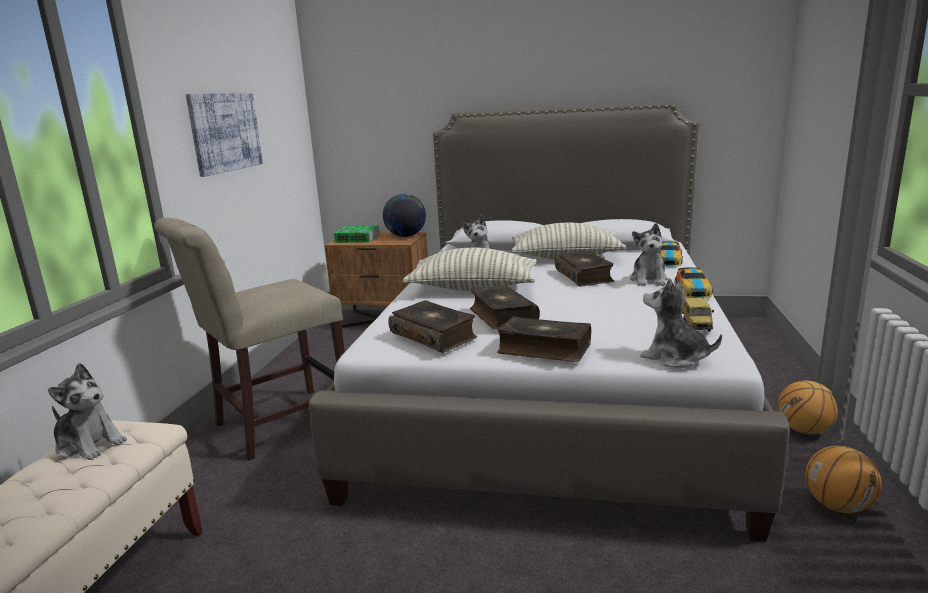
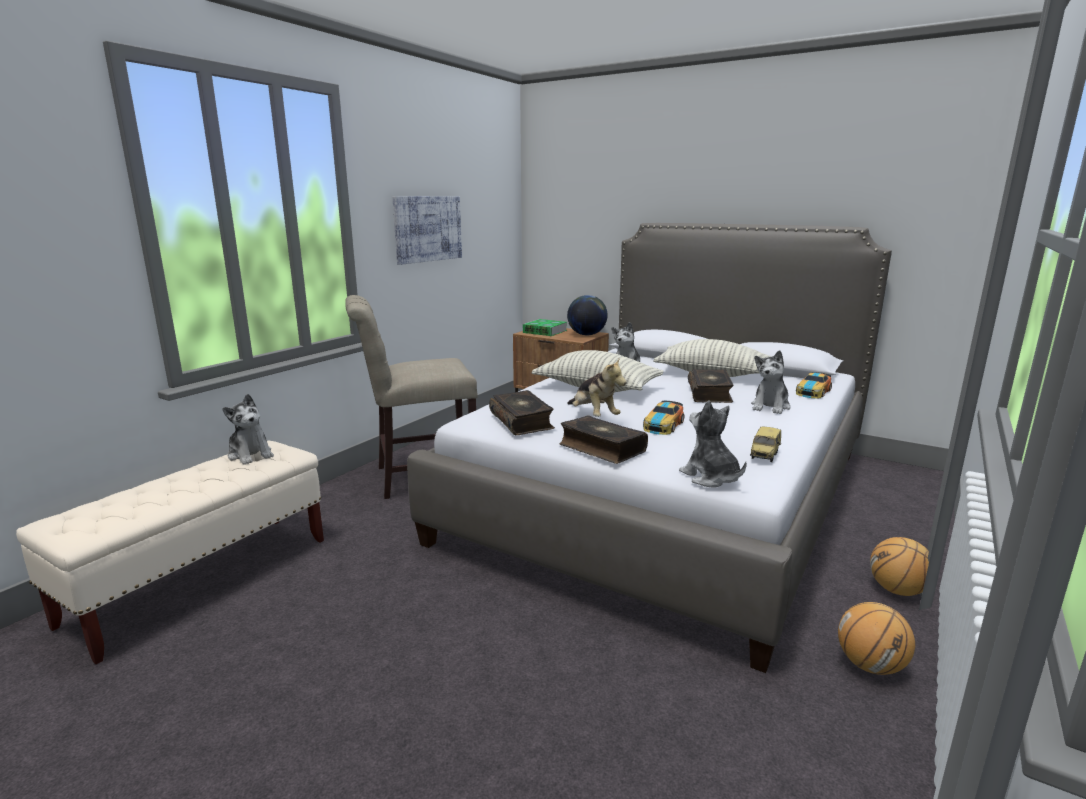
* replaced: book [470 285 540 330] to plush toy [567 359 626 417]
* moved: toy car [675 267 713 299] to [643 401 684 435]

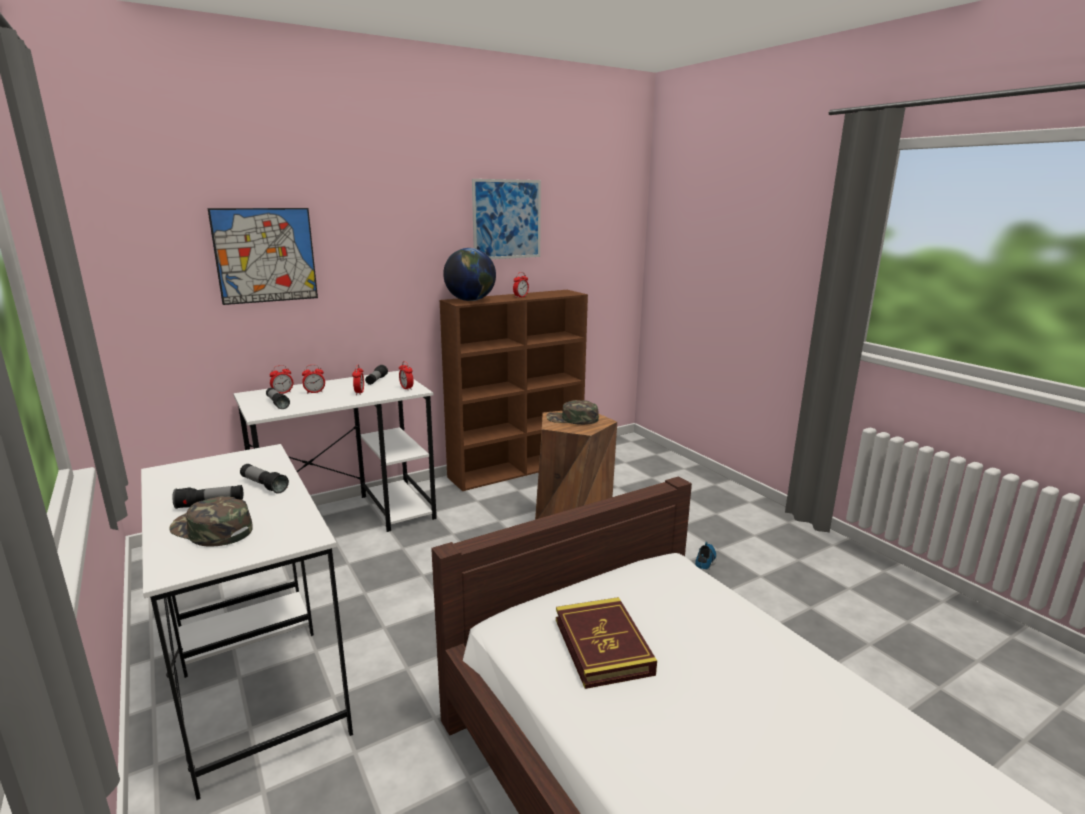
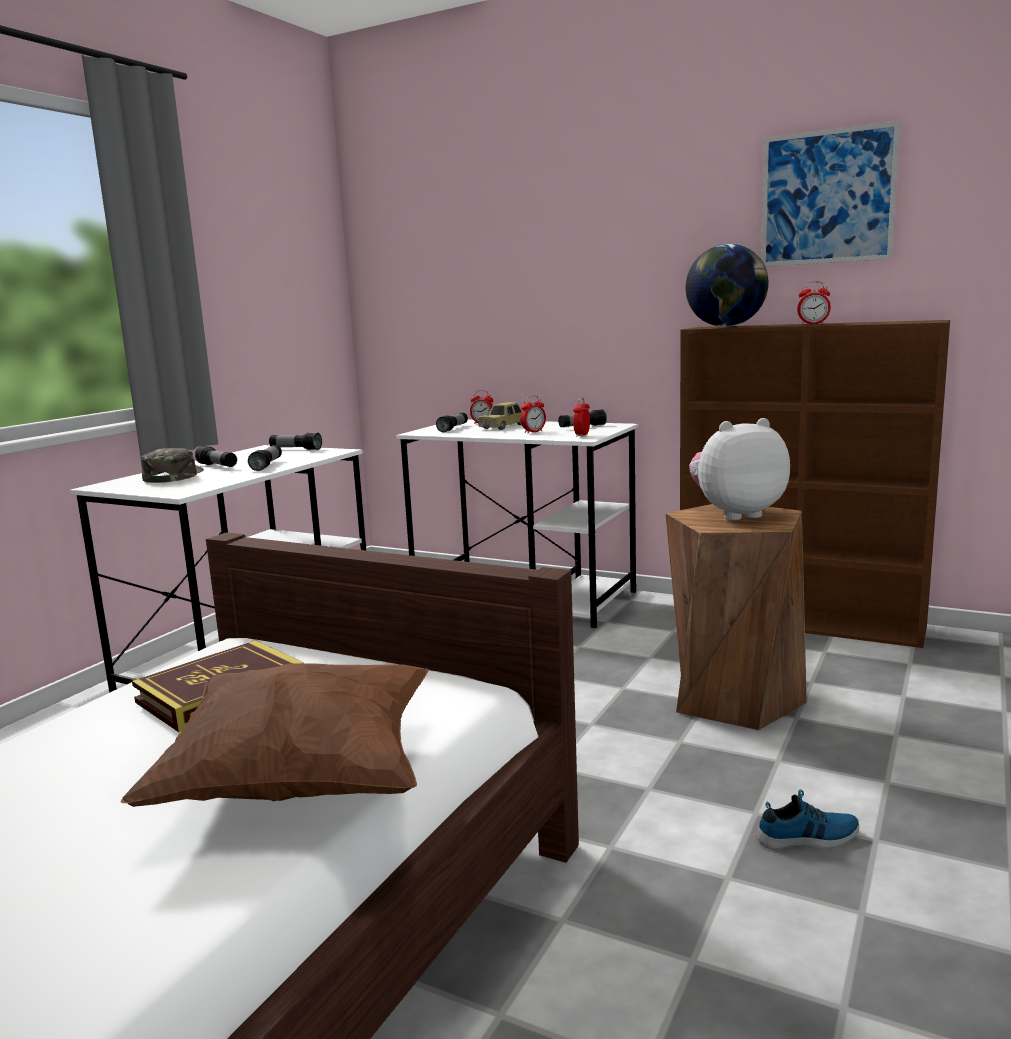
* added: brown pillow [120 663 429 807]
* added: flashlight [269 433 322 450]
* replaced: alarm clock [302 365 325 394] to toy car [478 402 522 430]
* replaced: green cap [546 400 599 425] to plush toy [689 418 790 520]
* removed: picture [207 208 318 305]

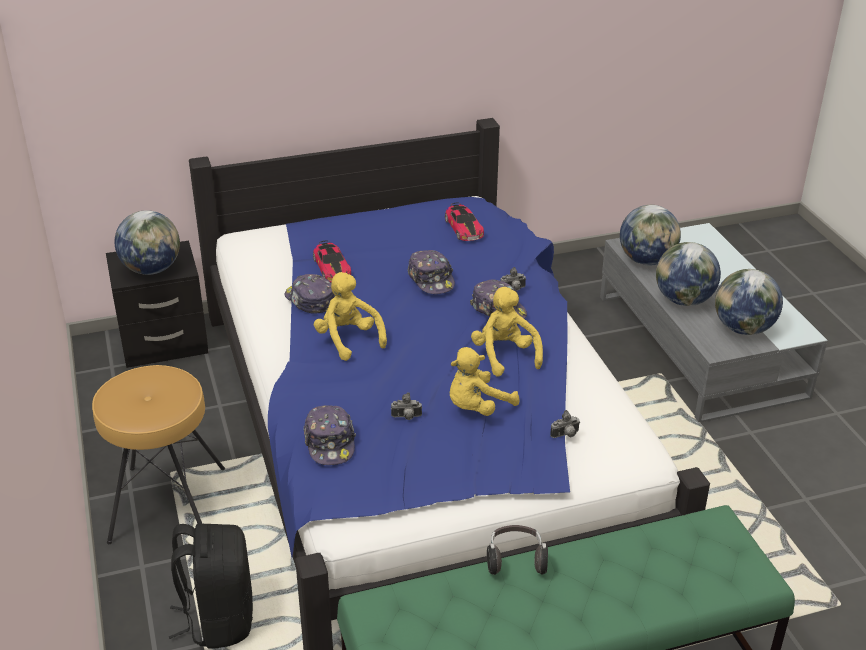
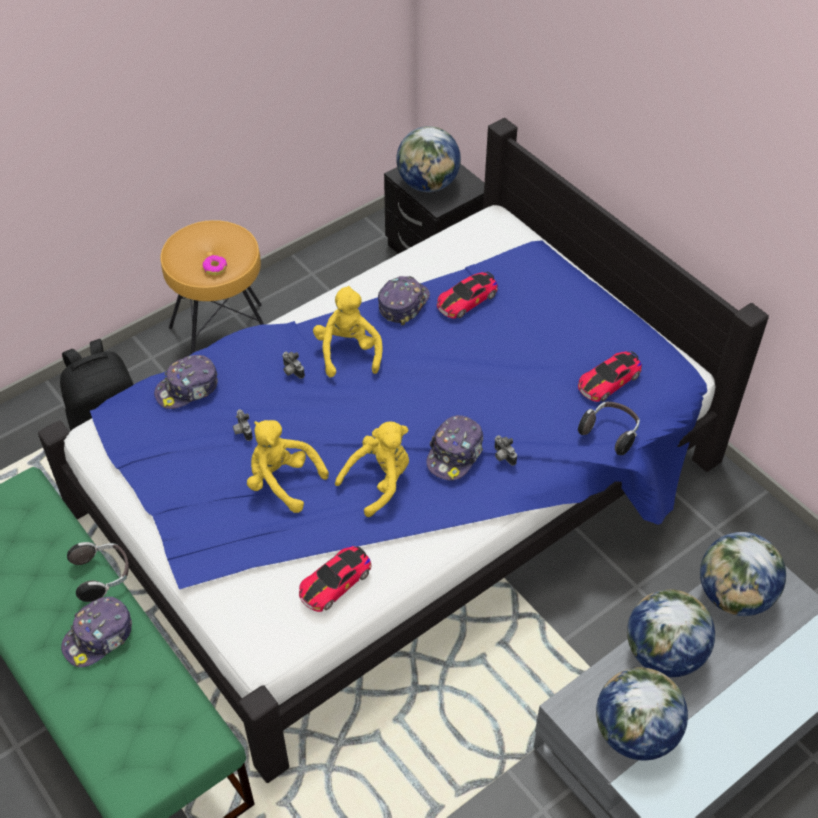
* moved: cap [407 250 455 294] to [61 597 132 667]
* added: donut [202 255 227 275]
* moved: photo camera [550 410 580 438] to [282 352 305 379]
* added: toy car [299 546 371 612]
* turned: yellow plush toy [314 272 387 361] = [313 286 383 378] 45 degrees counterclockwise
* added: headphones [578 402 640 455]

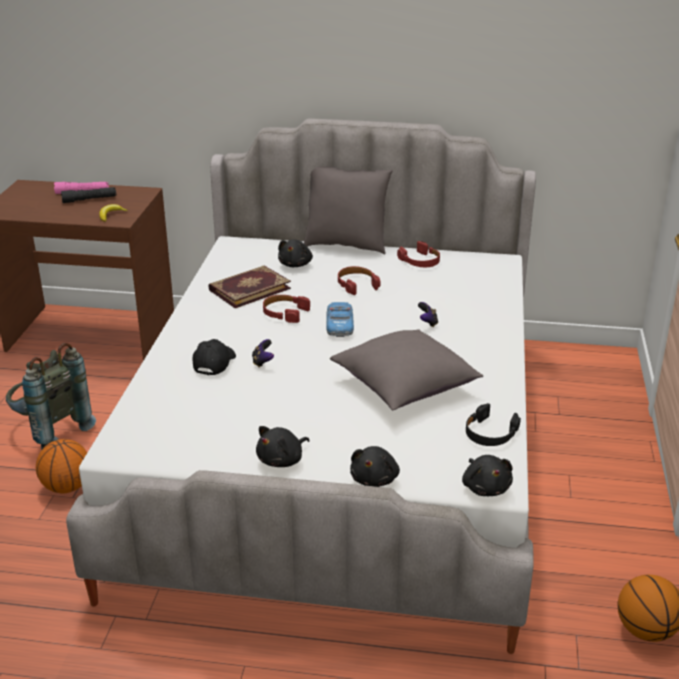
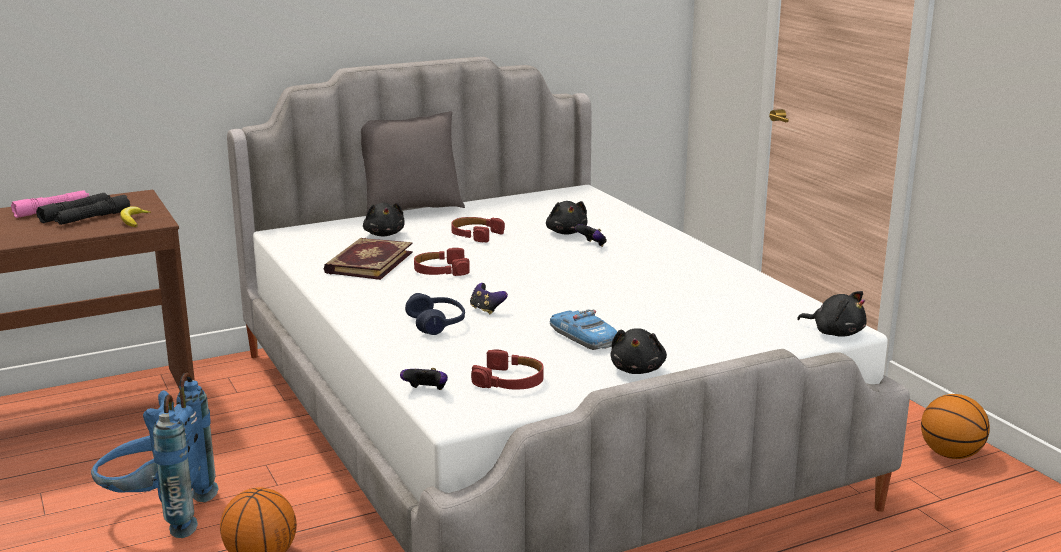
* added: black flashlight [54 195 130 225]
* recoloured: grey backpack [6 343 96 450] to blue backpack [91 373 219 538]
* added: game controller [400 368 448 390]
* replaced: black cap [193 339 236 375] to blue headphones [405 293 465 335]
* moved: red headphones [397 241 440 267] to [471 349 544 390]
* moved: black plush toy [350 446 400 487] to [546 201 587 235]
* moved: toy car [326 302 354 337] to [550 309 617 350]
* removed: grey pillow [330 329 483 410]
* removed: black headphones [466 403 521 446]

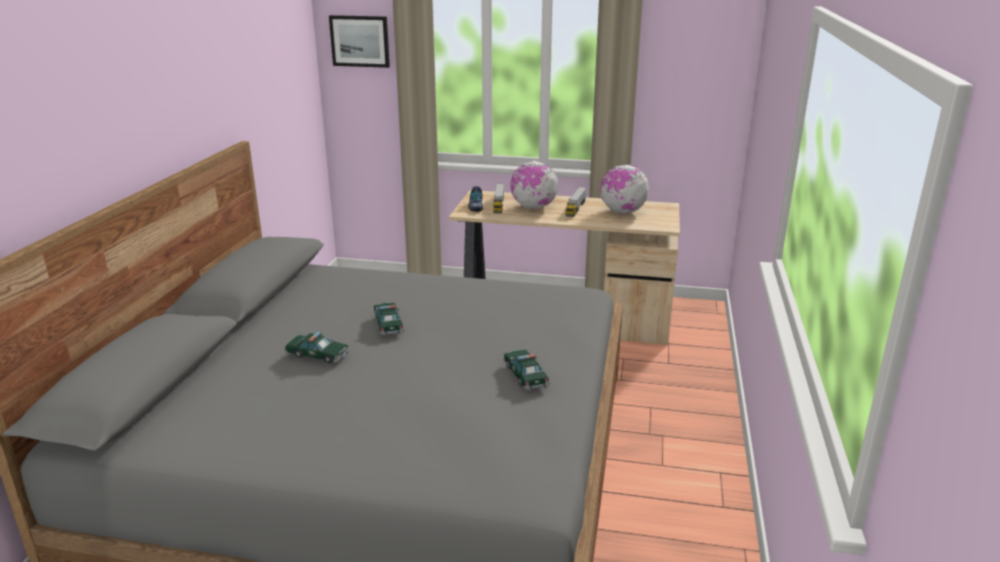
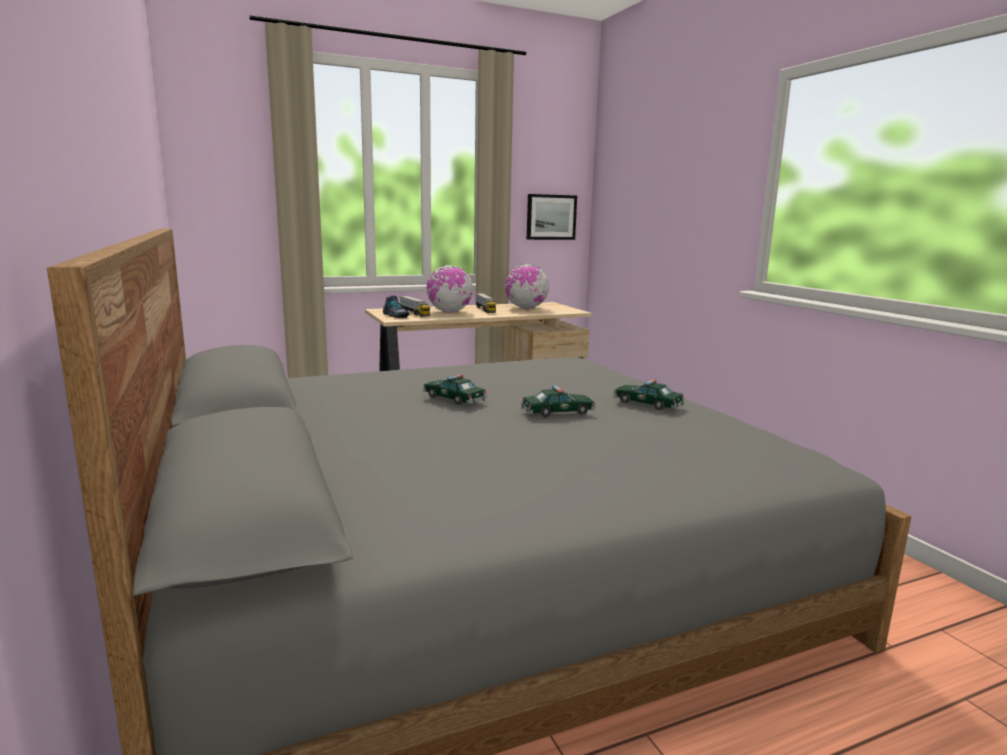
* moved: toy car [285 332 350 364] to [521 385 595 417]
* moved: picture [329 15 390 68] to [527 194 577 240]

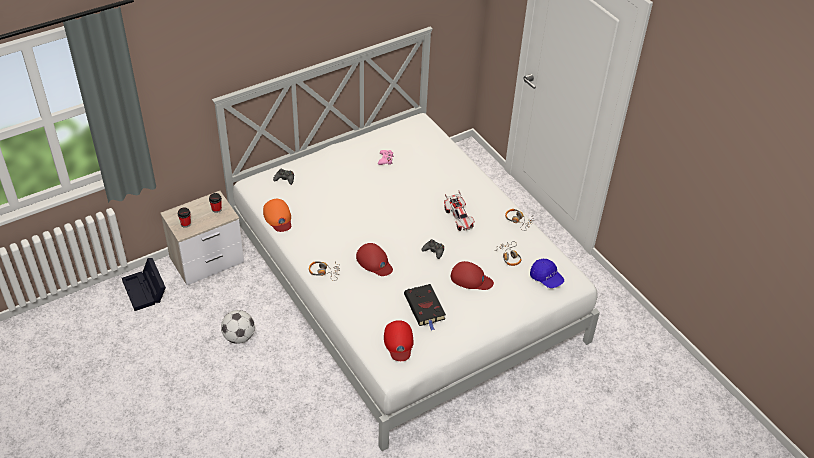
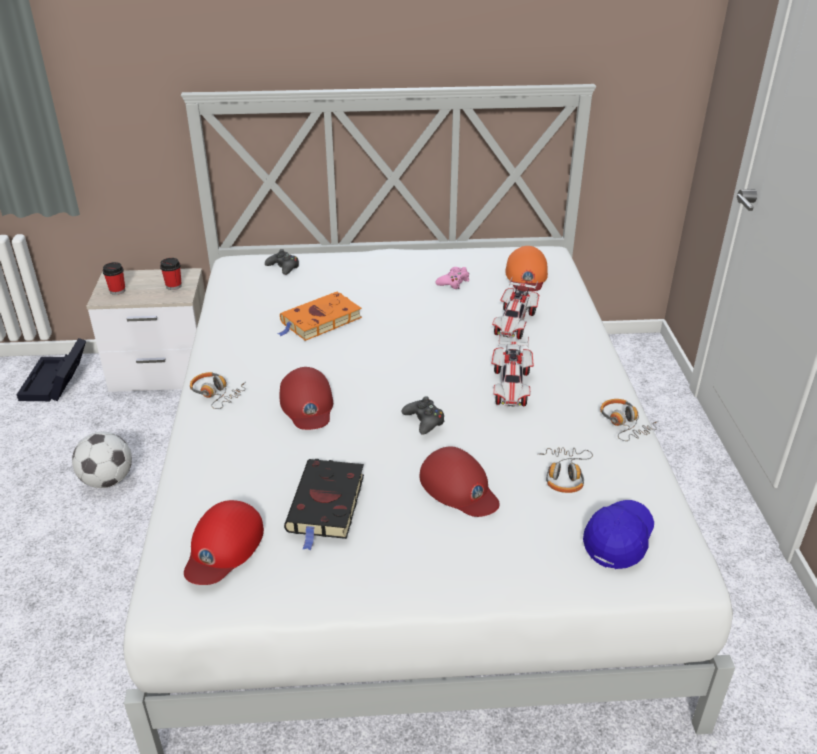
* added: orange book [277 292 362 341]
* added: toy car [492 277 539 339]
* moved: orange cap [263 199 291 232] to [505 246 548 291]
* turned: blue cap [530 259 564 288] = [583 500 654 569] 135 degrees counterclockwise

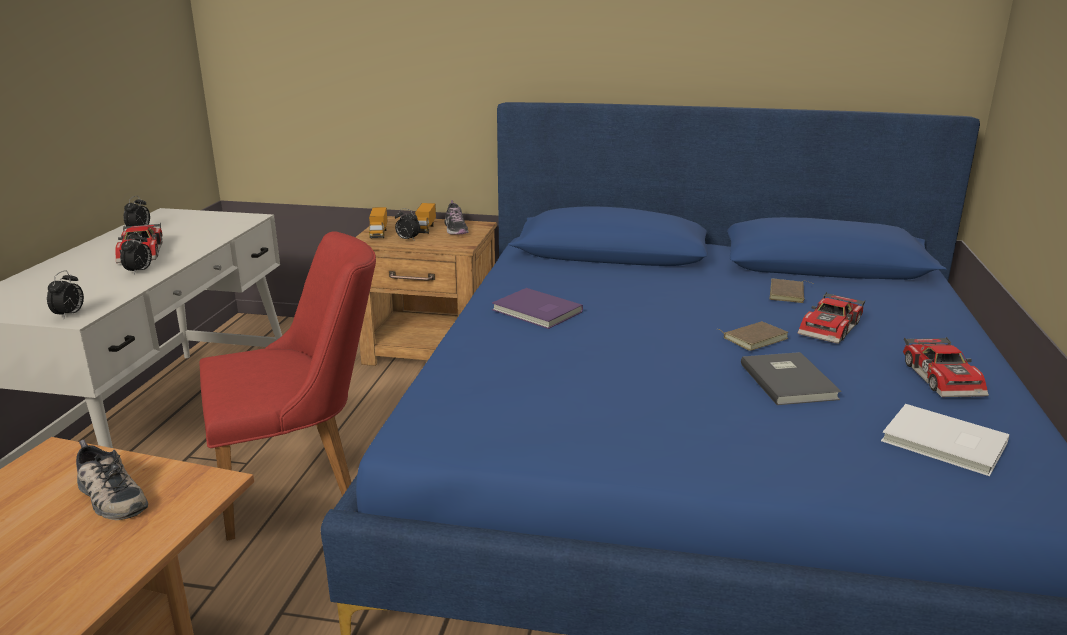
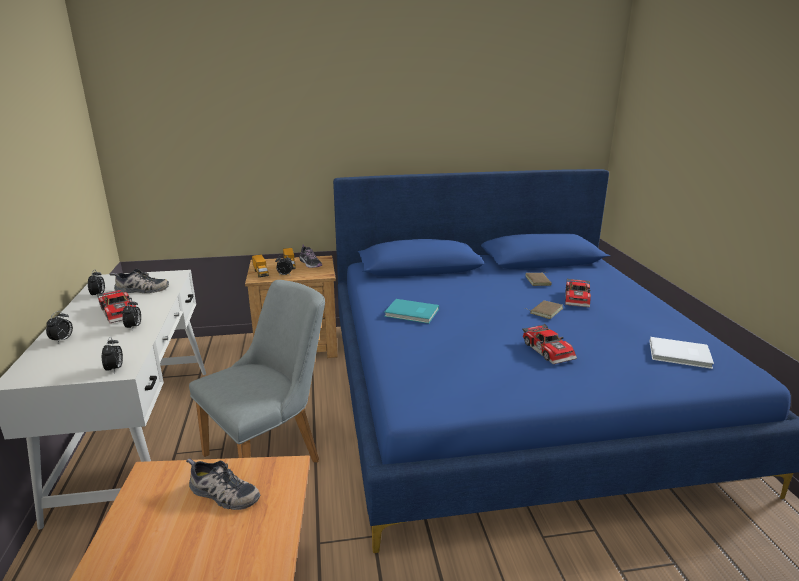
* added: alarm clock [46 311 73 343]
* added: shoe [110 269 169 293]
* recoloured: red chair [200 231 376 541] to grey chair [189 280 325 462]
* recoloured: purple book [492 288 583 329] to turquoise book [384 299 439 324]
* moved: toy car [903 337 989 397] to [522 324 577 364]
* removed: grey book [741 352 841 405]

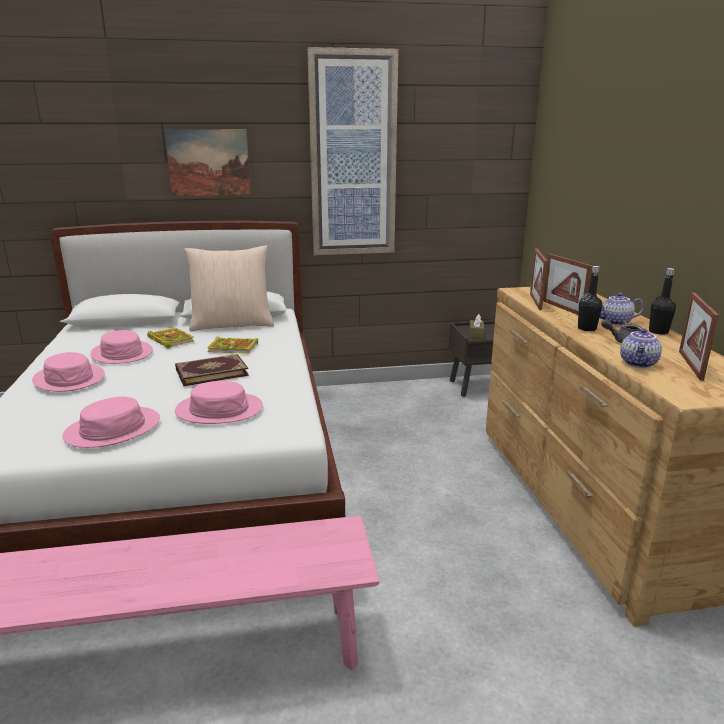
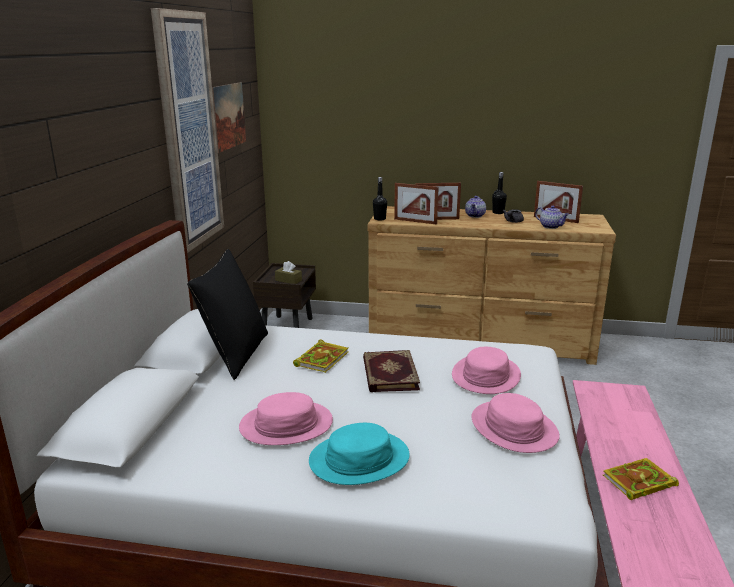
* recoloured: beige pillow [184 245 274 331] to black pillow [187 249 268 380]
* moved: picture [165 129 251 196] to [212 82 246 153]
* recoloured: pink hat [32 352 105 392] to turquoise hat [309 423 410 485]
* moved: black bottle [578 266 602 331] to [373 177 387 220]
* moved: book [147 327 194 349] to [603 458 679 500]

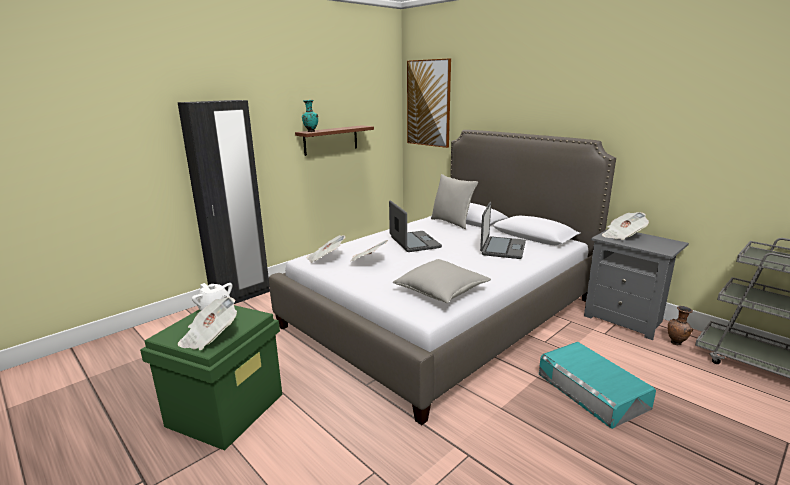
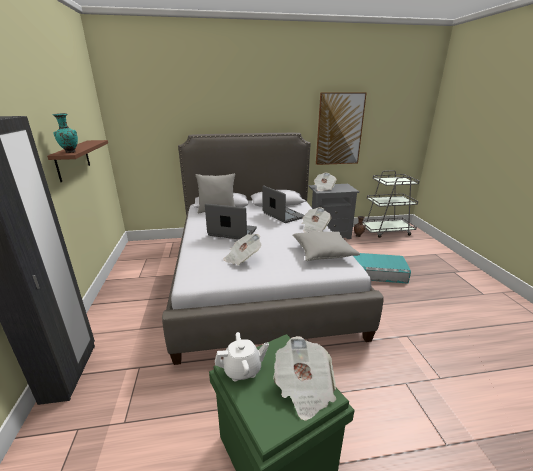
* moved: newspaper [306 235 346 263] to [302 207 331 232]
* moved: picture [407 58 451 148] to [316 92 367 165]

